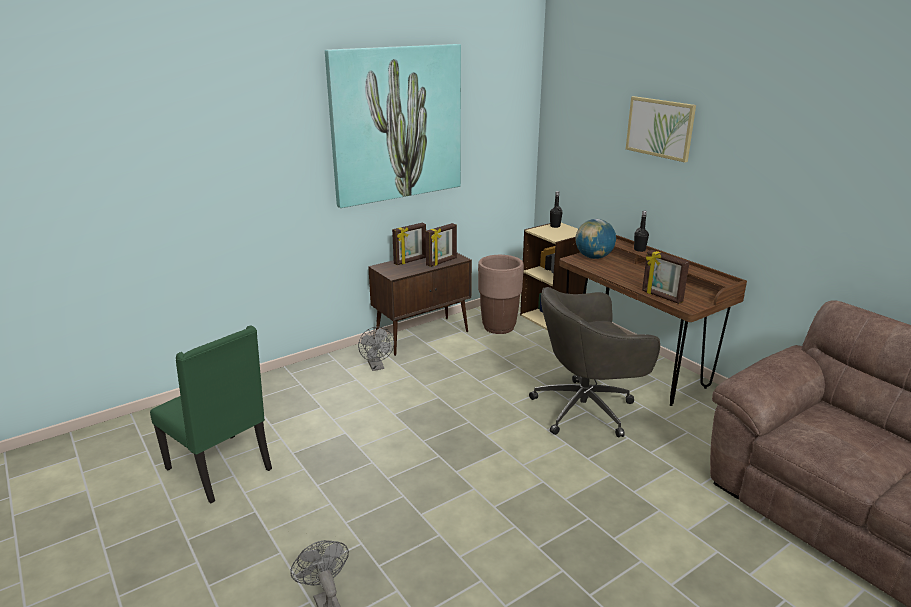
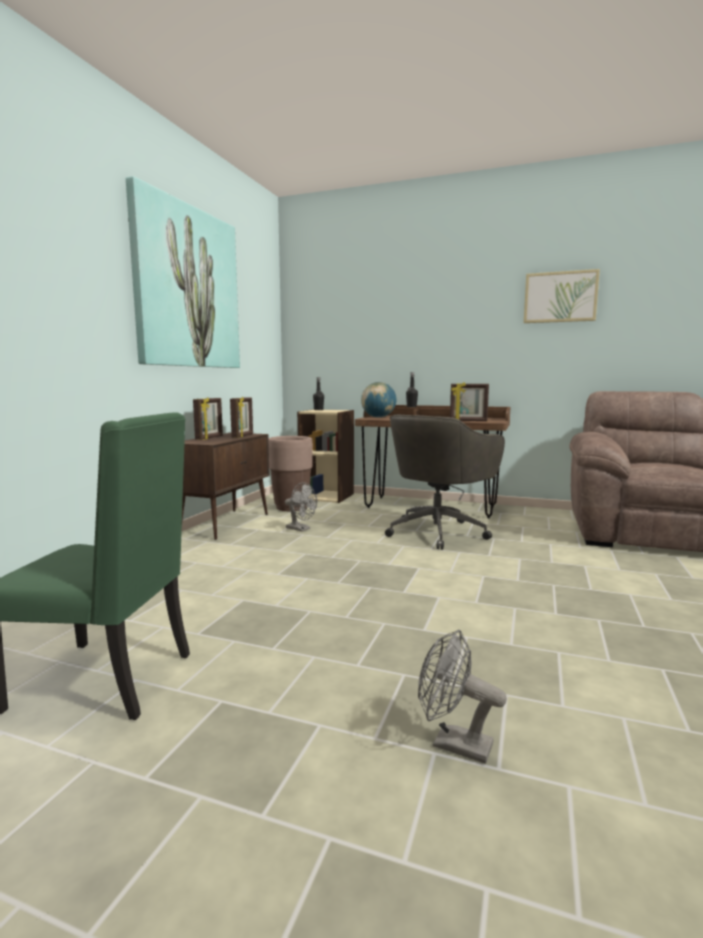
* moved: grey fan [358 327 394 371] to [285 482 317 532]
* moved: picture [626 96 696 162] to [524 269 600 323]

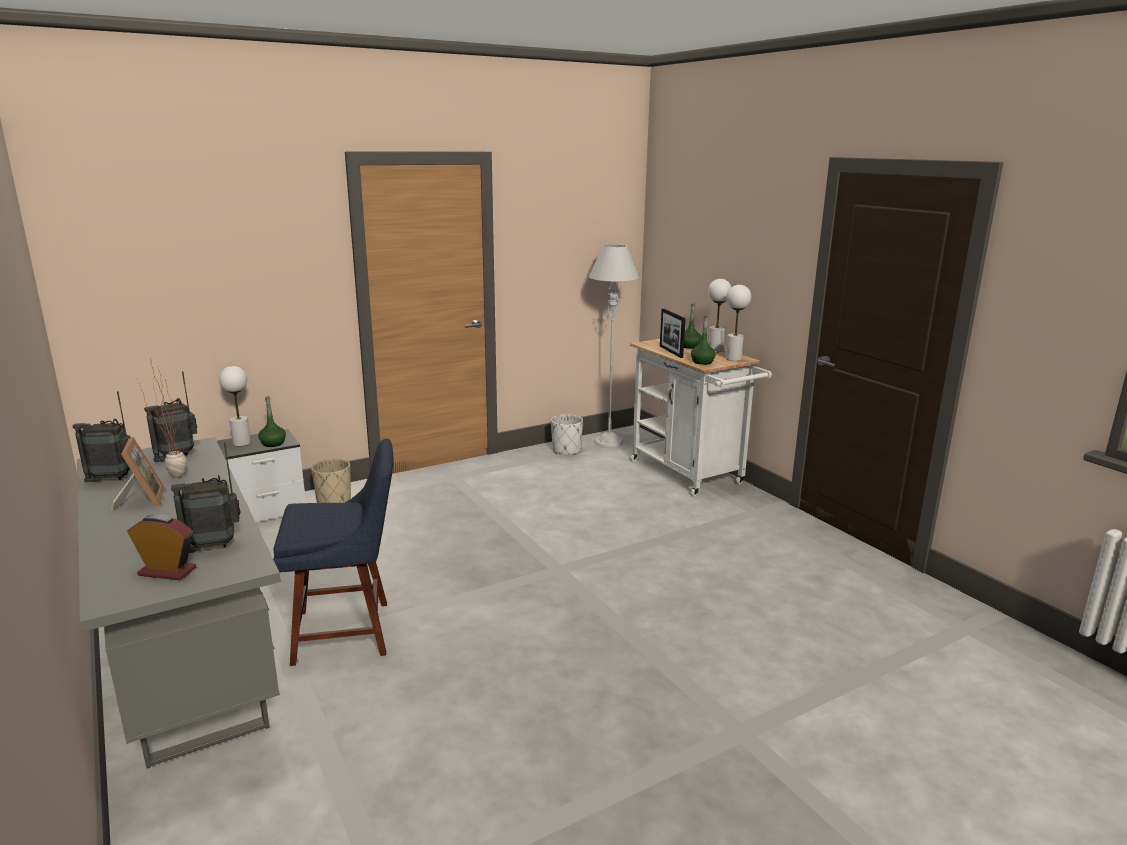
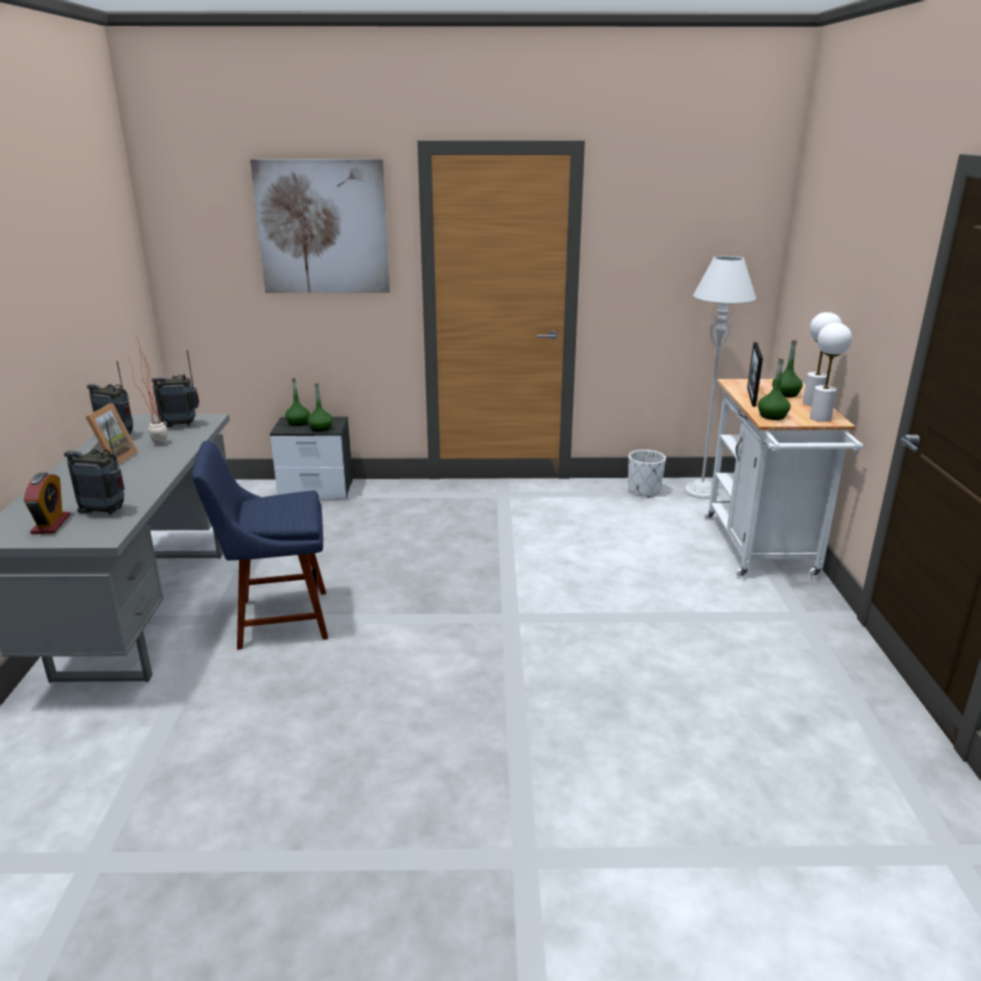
* turned: alarm clock [127 514 196 580] = [24 473 71 534] 45 degrees clockwise
* turned: blue chair [273 439 393 666] = [192 441 328 650] 150 degrees clockwise
* added: picture [250 159 390 293]
* replaced: white table lamp [219 366 251 446] to green bottle [285 378 310 426]
* removed: beige planter [311 459 351 503]

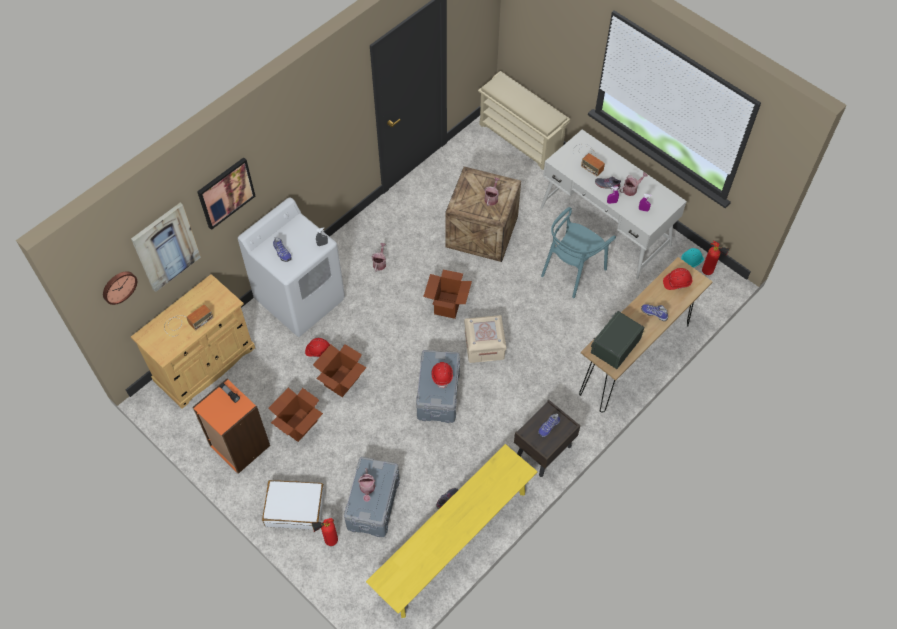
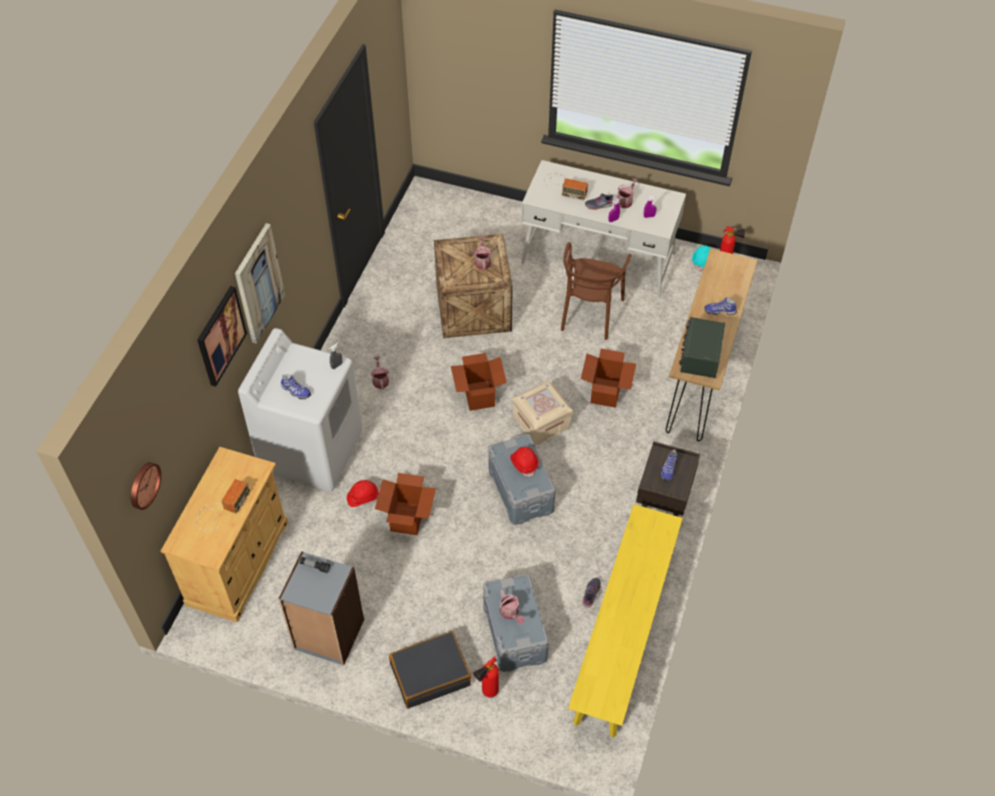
* moved: picture [131 203 201 292] to [235 223 285 344]
* recoloured: orange bookcase [192 379 270 474] to grey bookcase [278 551 364 666]
* recoloured: white suitcase [262 480 325 530] to black suitcase [389 631 471 708]
* recoloured: turquoise chair [541 207 616 298] to brown chair [561 242 632 340]
* moved: cardboard box [268 387 323 442] to [581 349 636 408]
* removed: beige shoe rack [478 71 570 170]
* removed: red hard hat [663 268 692 290]

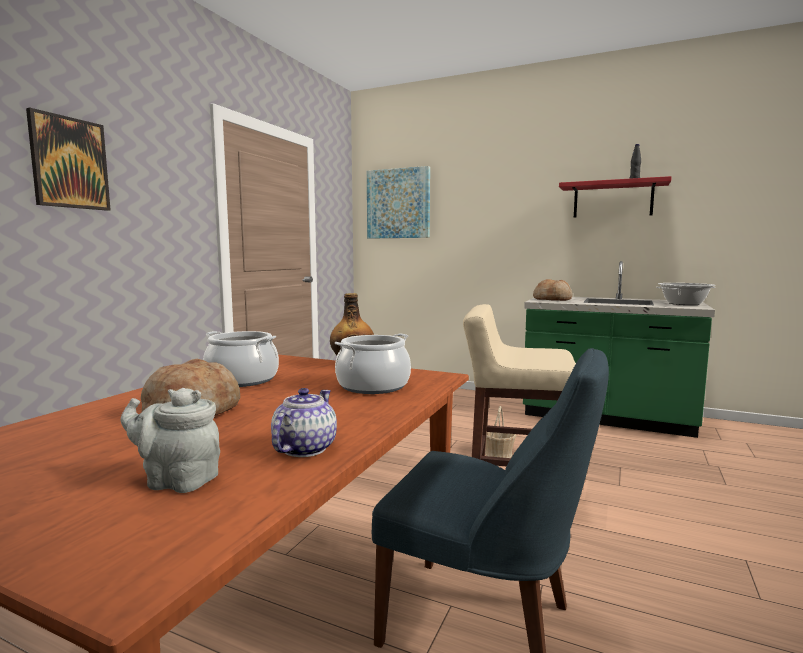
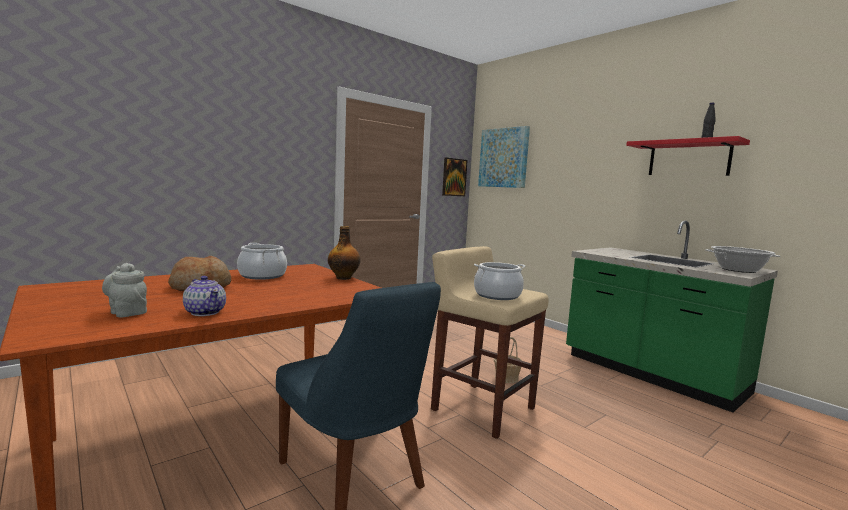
* turned: teapot [271 388 337 457] = [183 276 226 316] 90 degrees clockwise
* moved: picture [26 108 111 211] to [442 158 468 196]
* moved: cooking pot [335 333 411 394] to [474 262 526 300]
* removed: bread [533 279 572 301]

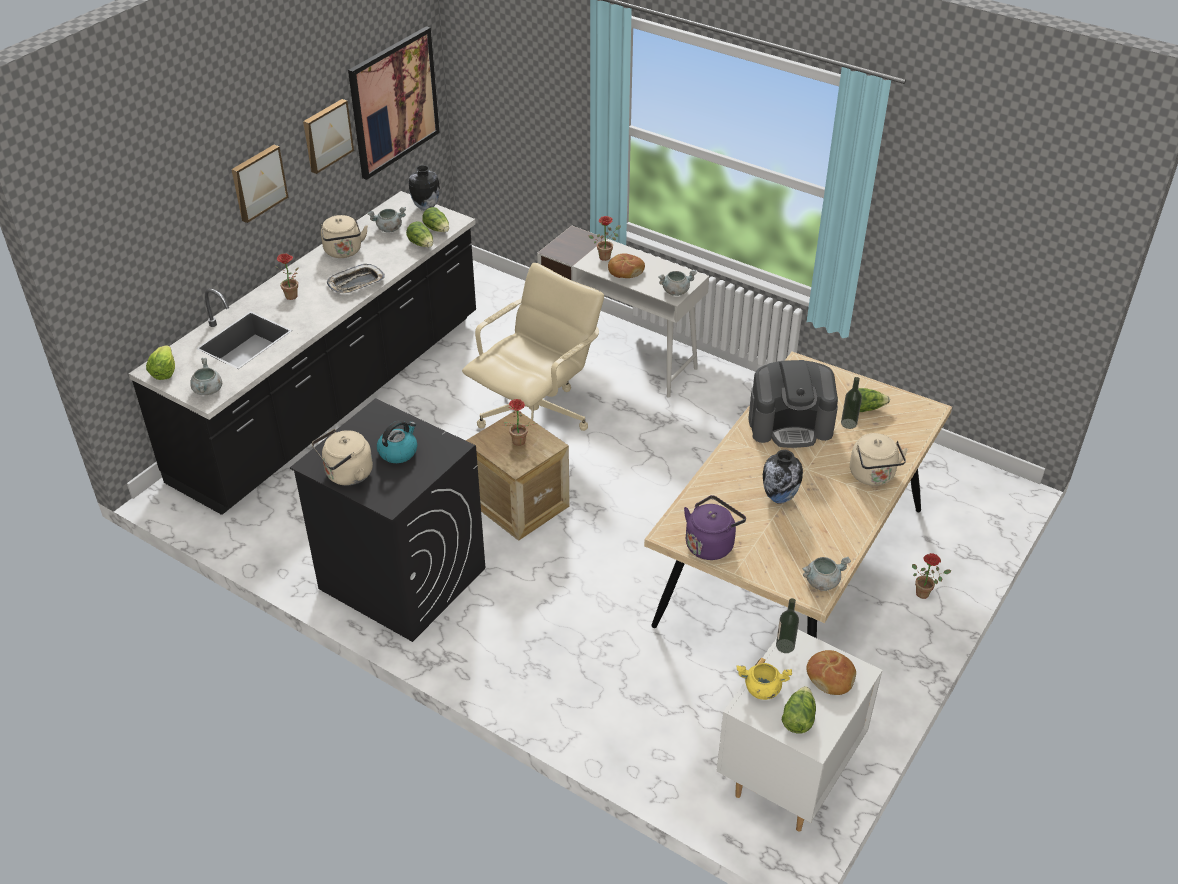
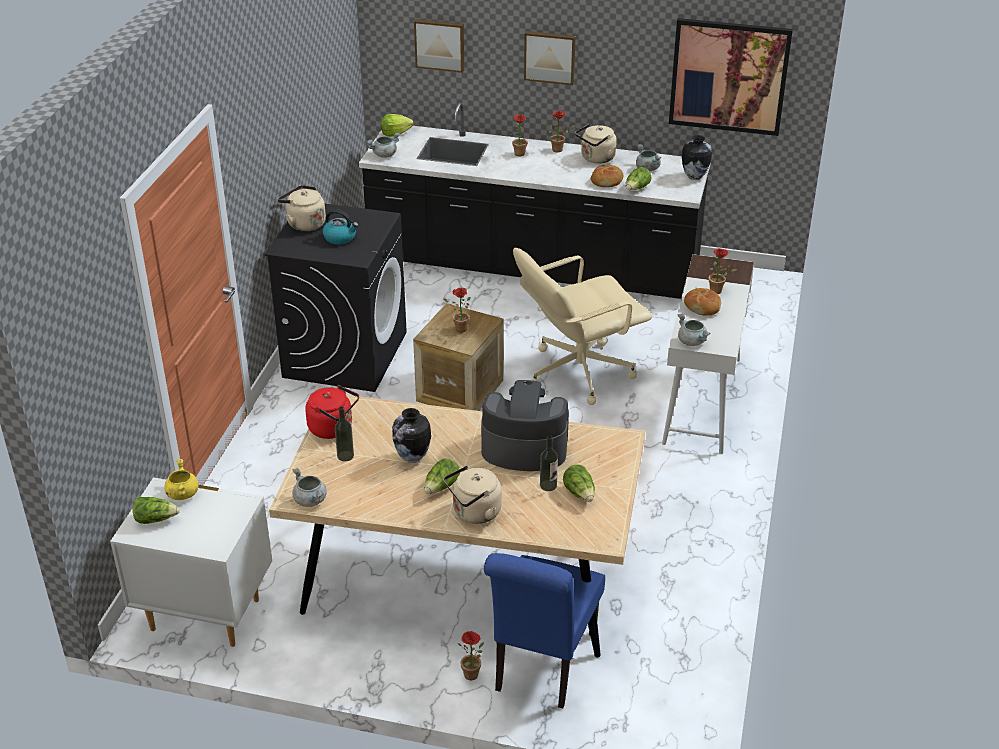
* recoloured: purple kettle [684 495 746 560] to red kettle [305 385 359 439]
* moved: bottle [776 598 799 653] to [335 406 354 462]
* moved: picture [303 99 354 174] to [414 19 464 73]
* moved: lettuce [422 207 449 232] to [424 459 460 494]
* turned: coffee machine [749 360 838 448] = [481 380 569 471] 120 degrees clockwise
* added: blue chair [484 553 605 709]
* turned: beige office chair [462 263 604 431] = [513 248 652 405] 135 degrees clockwise
* added: potted plant [549 111 576 152]
* moved: bread [806 650 856 695] to [591 165 623 187]
* removed: tray [327 264 385 294]

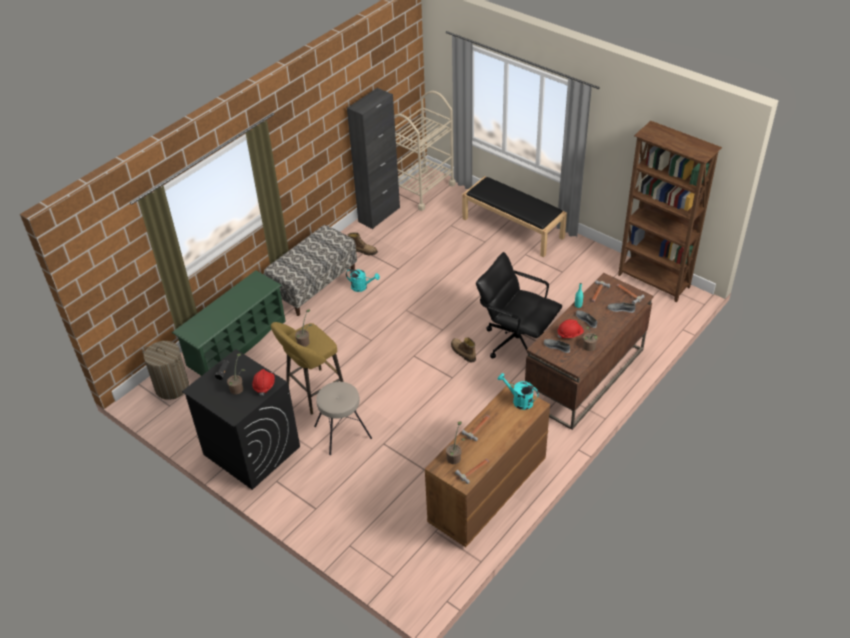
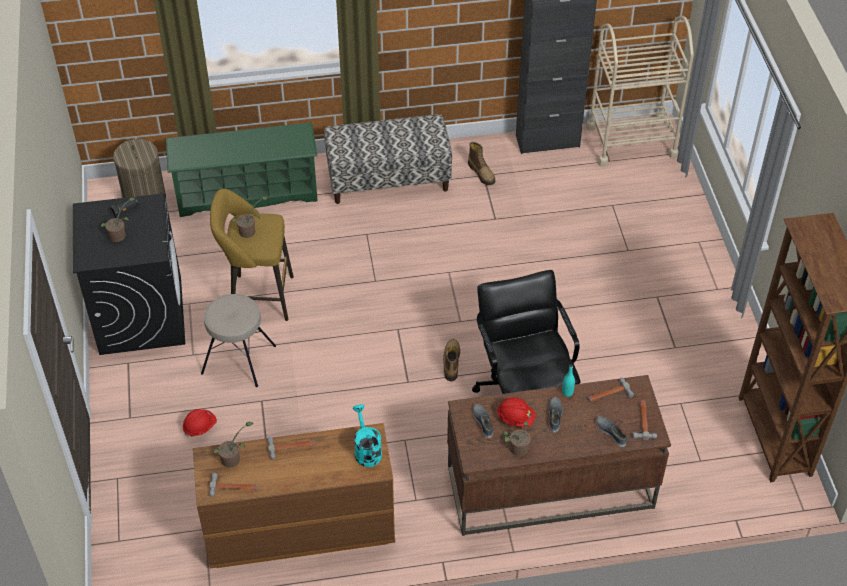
* moved: red hard hat [252 369 275 395] to [183 409 217 438]
* removed: turquoise watering can [346 269 380 292]
* removed: black bench [462 176 567 257]

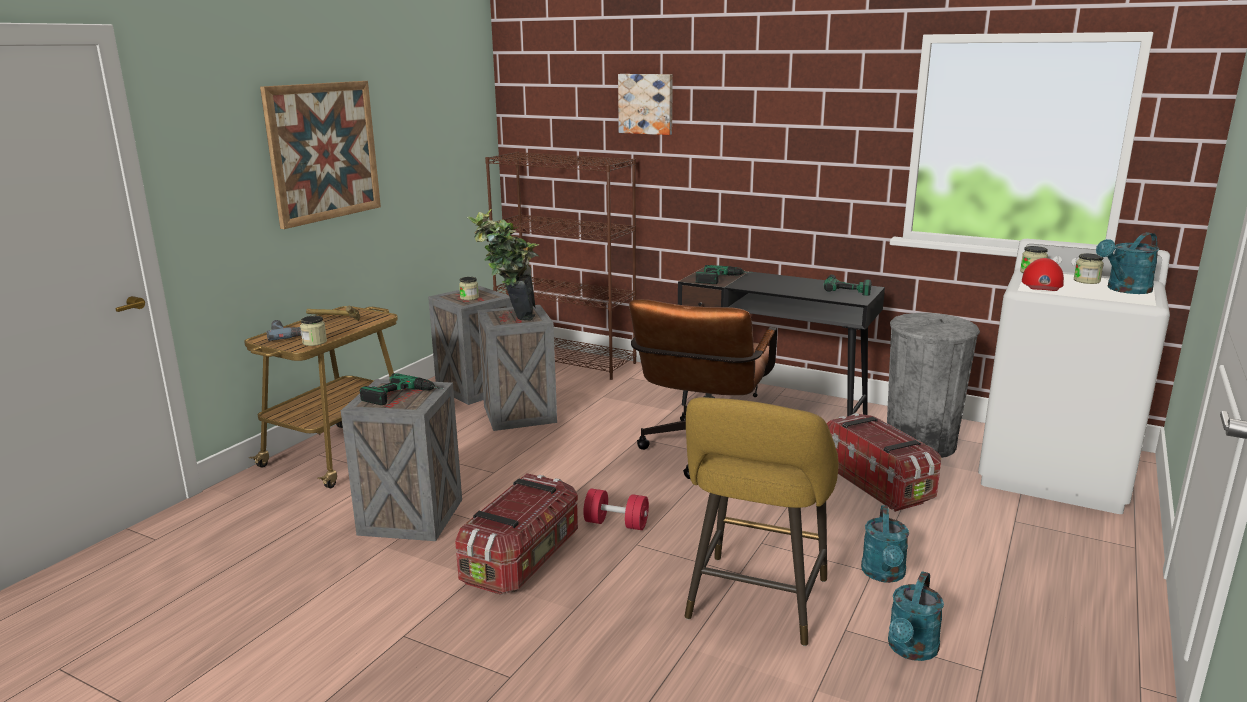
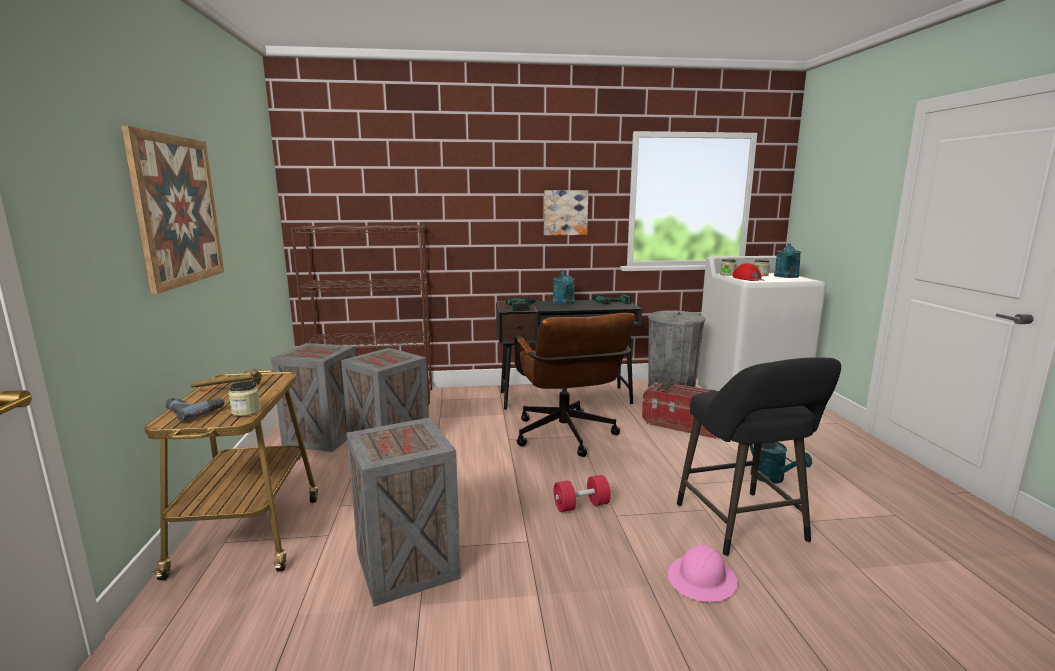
* moved: picture [618 74 673 135] to [544 190 588 235]
* moved: turquoise watering can [888 571 944 661] to [552 270 575 305]
* added: pink hard hat [668 545 738 602]
* recoloured: yellow stool [685 397 839 646] to black stool [677 357 841 556]
* removed: power drill [360 373 443 405]
* removed: storage box [455 473 578 595]
* removed: jar [459 277 479 300]
* removed: potted plant [467 209 540 320]

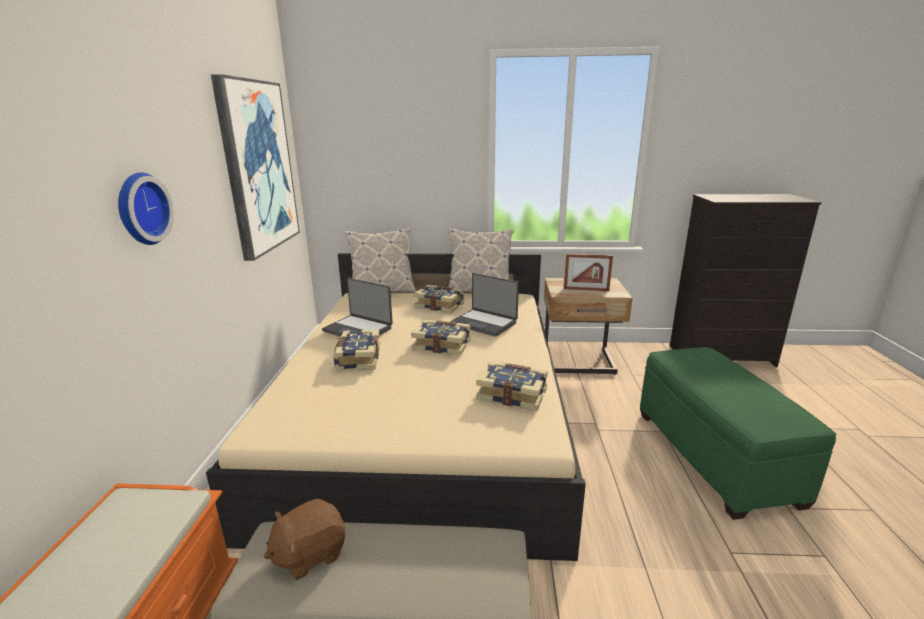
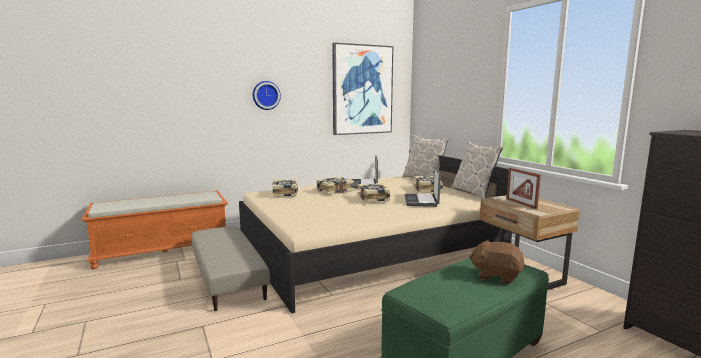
* moved: book [476 361 548 411] to [272 179 298 198]
* moved: brown plush toy [264 499 346 580] to [469 240 525 284]

